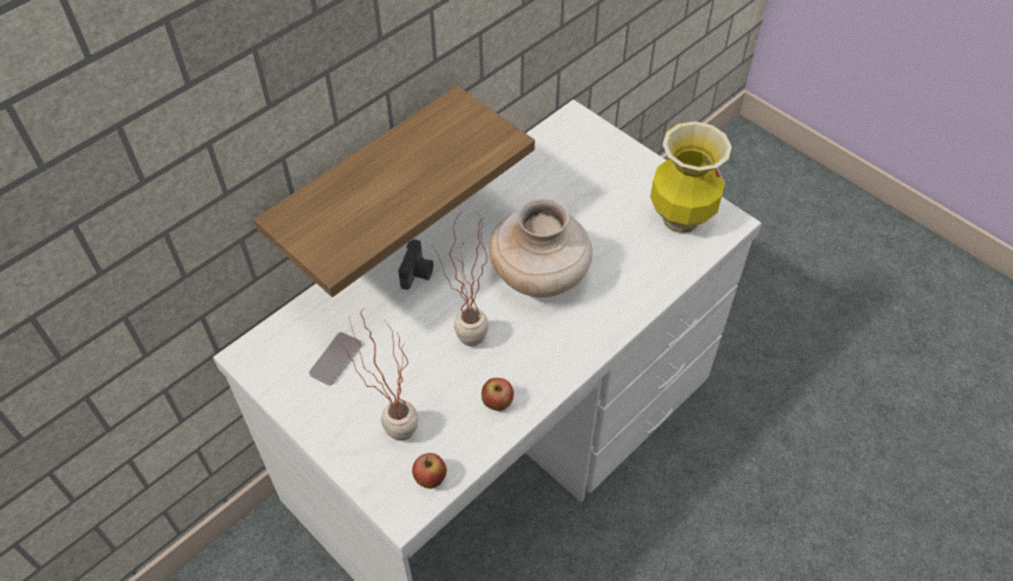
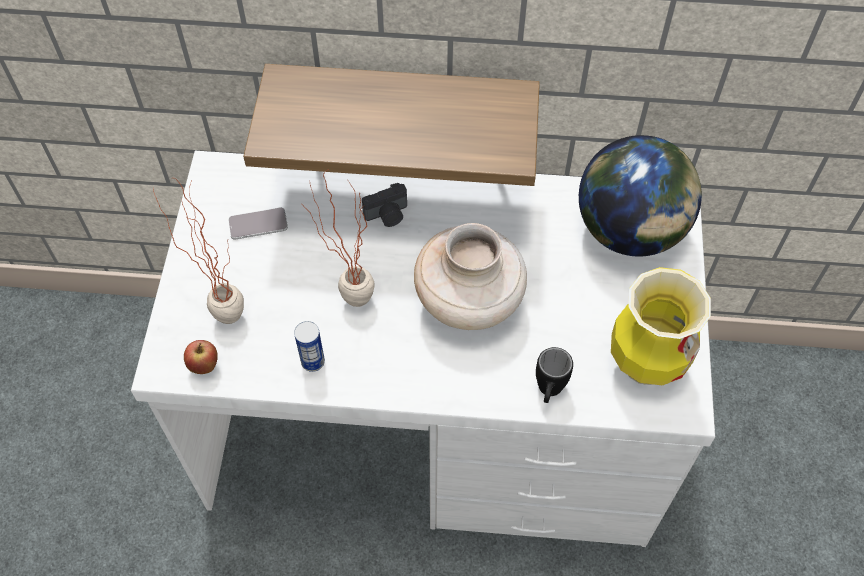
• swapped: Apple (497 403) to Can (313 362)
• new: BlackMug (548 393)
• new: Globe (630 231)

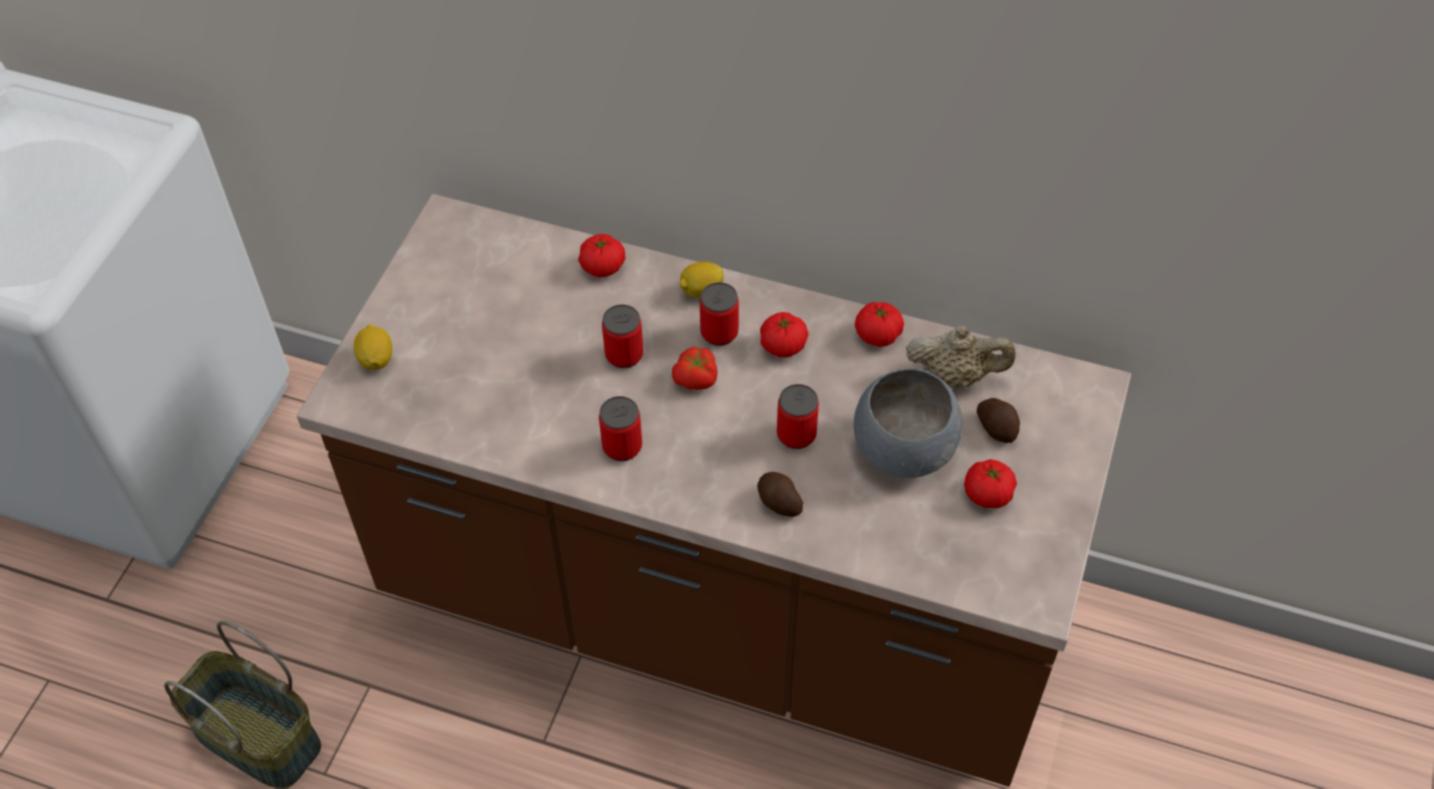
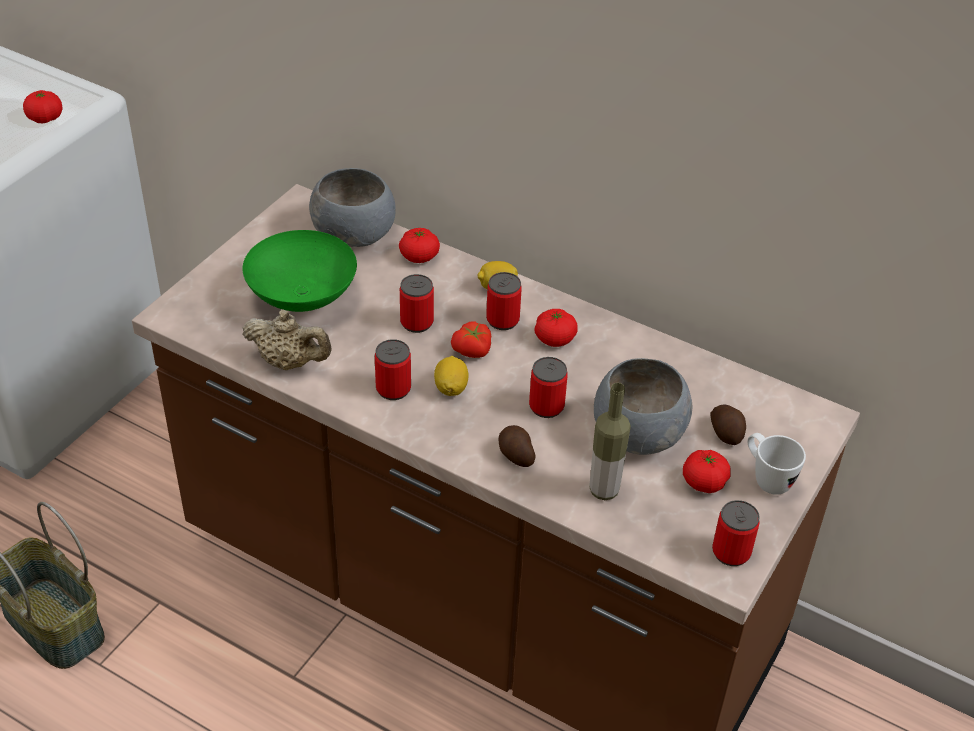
• shifted: Lemon (376 359) to (451 388)
• shifted: Tomato (878 335) to (45 118)
• shifted: BeigeTeapot (956 376) to (289 362)
• new: GreenBowl (300 297)
• new: GreyBowl (355 235)
• new: Bottle (604 490)
• new: Can (731 552)
• new: WhiteMug (766 479)

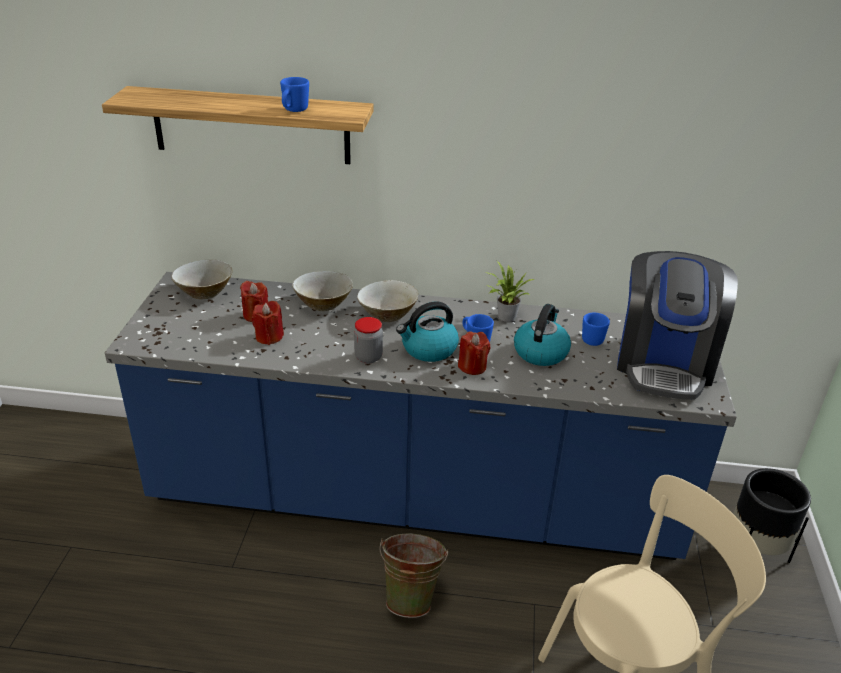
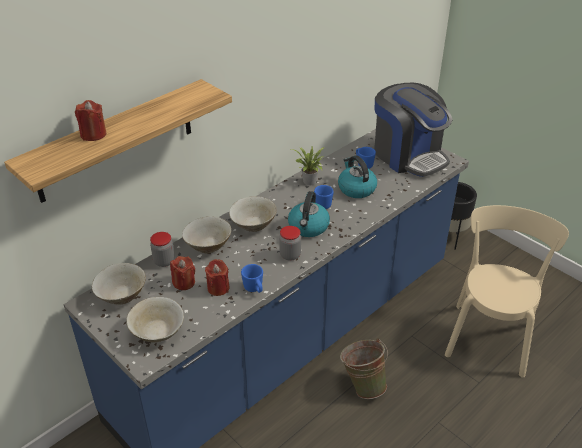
• shifted: BlueMug (293 111) to (254 289)
• shifted: RedCandle (472 366) to (93 134)
• new: BeigeBowl (157 332)
• new: Jar (164 261)

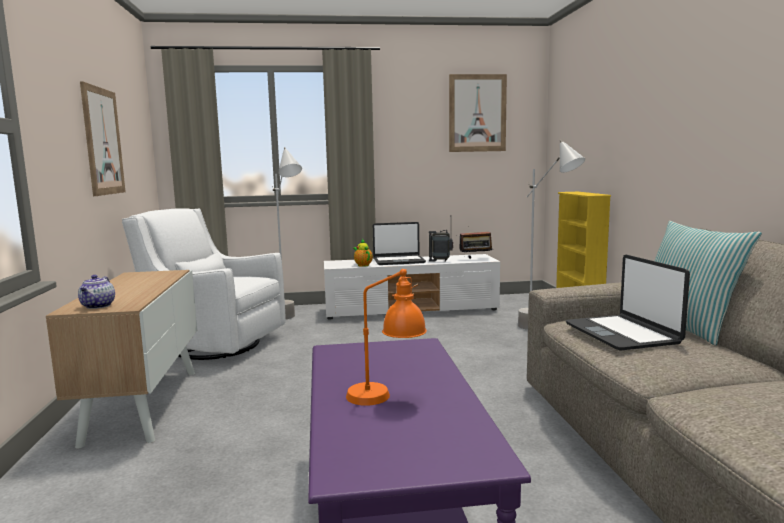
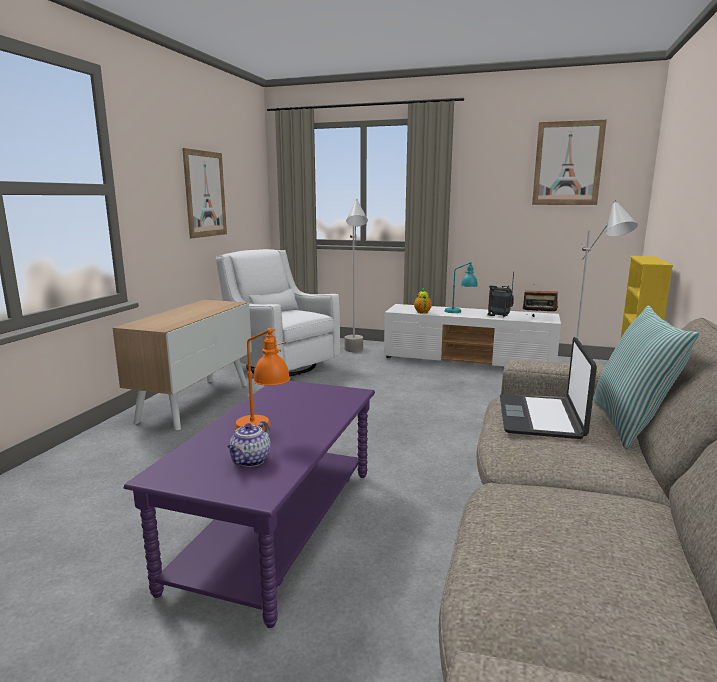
• shifted: Teapot (98 306) to (250 461)
• swapped: Laptop (399 261) to TurquoiseTableLamp (460 311)

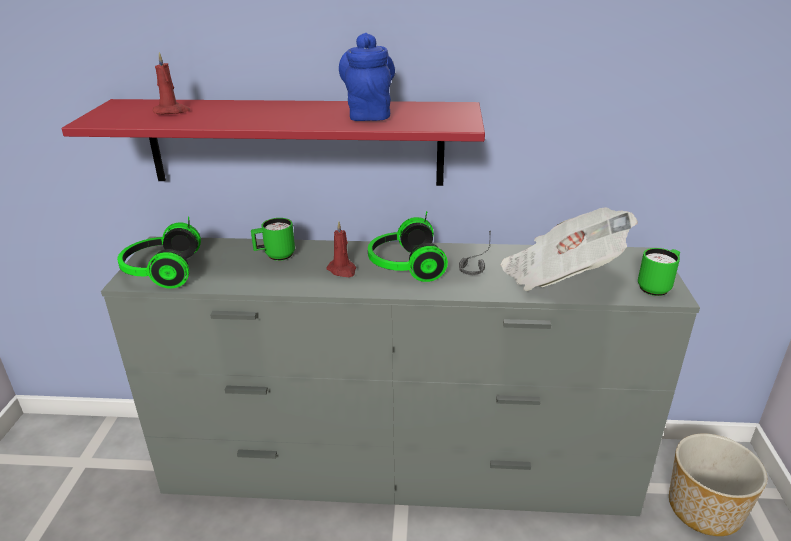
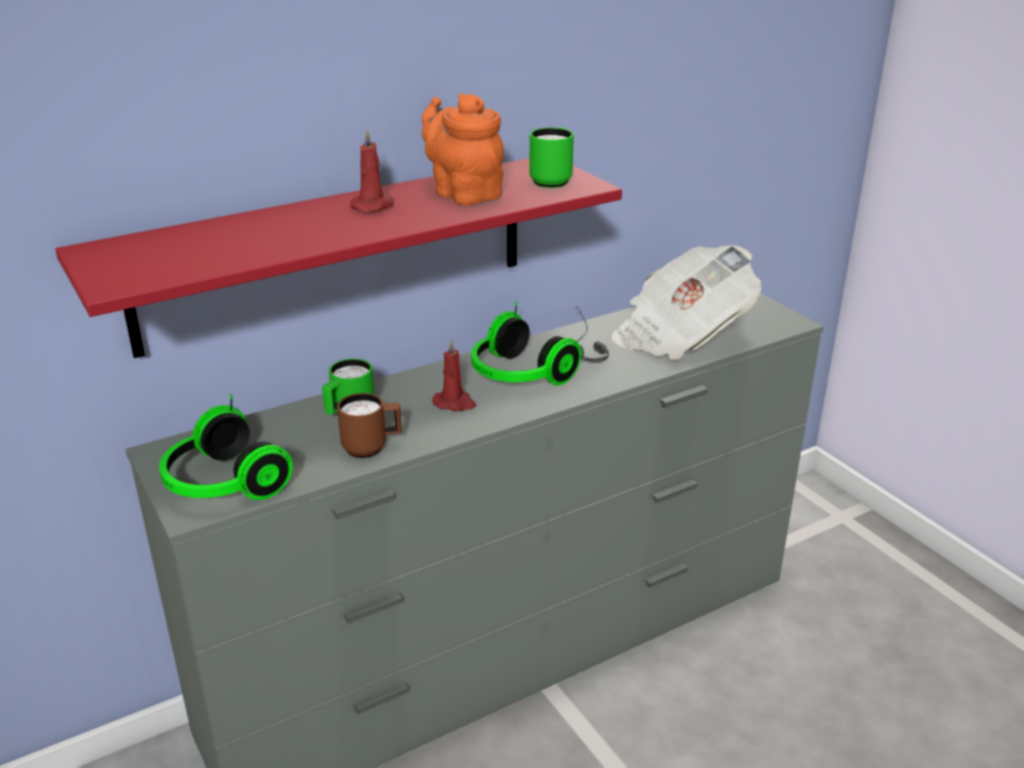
• shifted: RedCandle (172 111) to (374 206)
• repainted: BlueTeapot (369 113) to OrangeTeapot (464 193)
• shifted: GreenMug (657 287) to (552 180)
• gone: Planter (705 509)
• new: BrownMug (372 448)

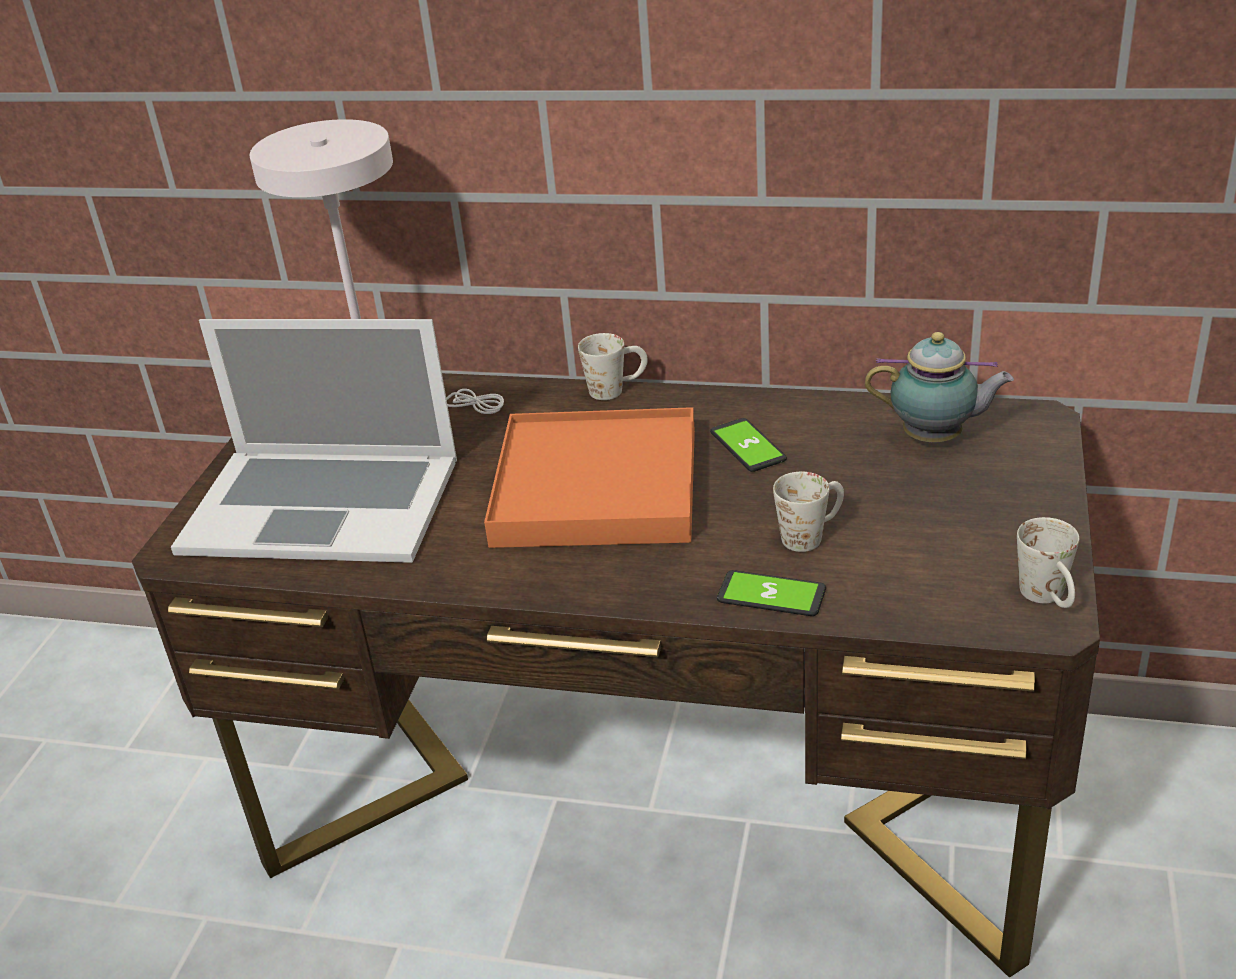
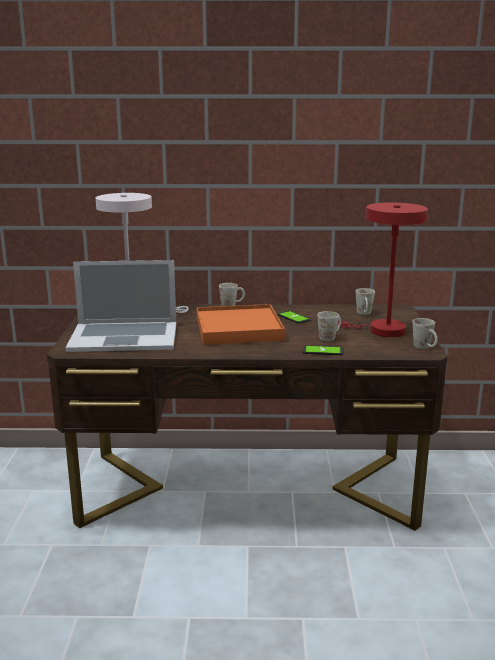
• swapped: Teapot (936 439) to WhiteMug (364 314)
• new: RedTableLamp (380 330)

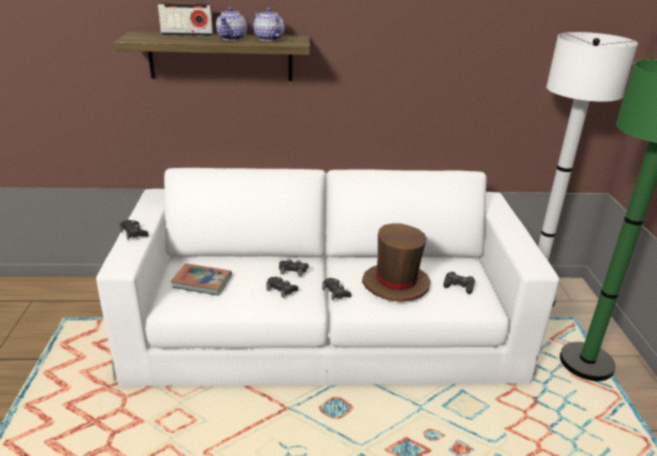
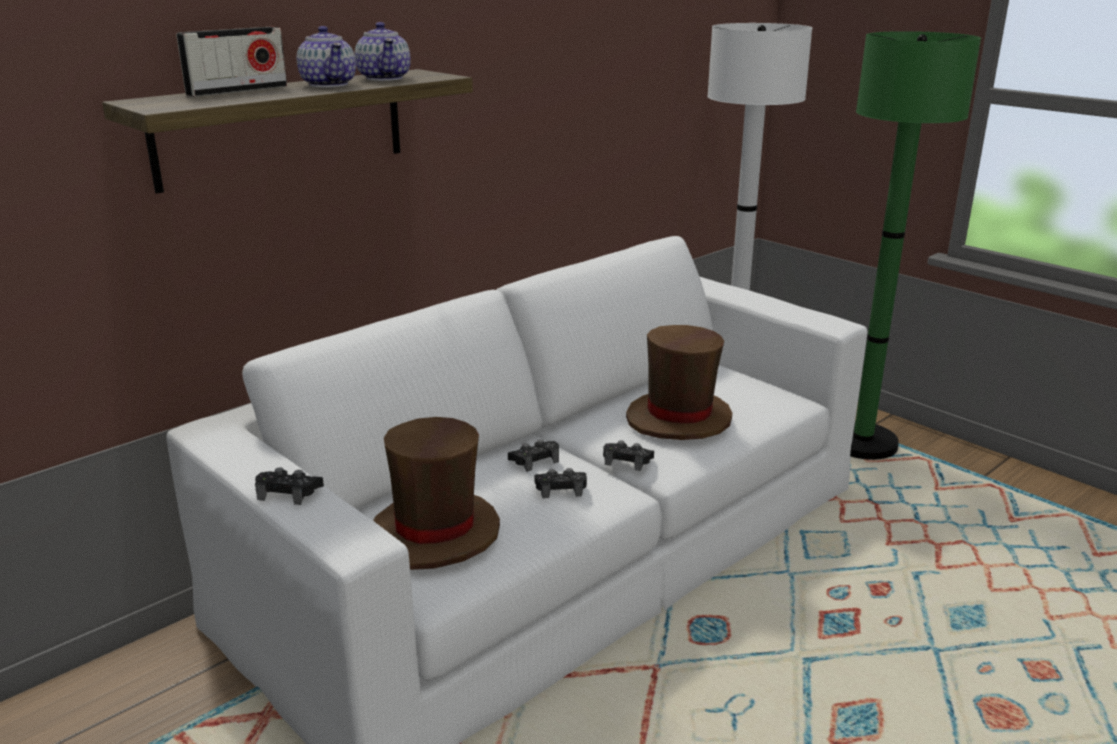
• swapped: Book (202 282) to BrownHat (435 533)
• rotated: Teapot (268 39) = (384 78) 120 degrees counterclockwise
• gone: BlackGameController (458 286)

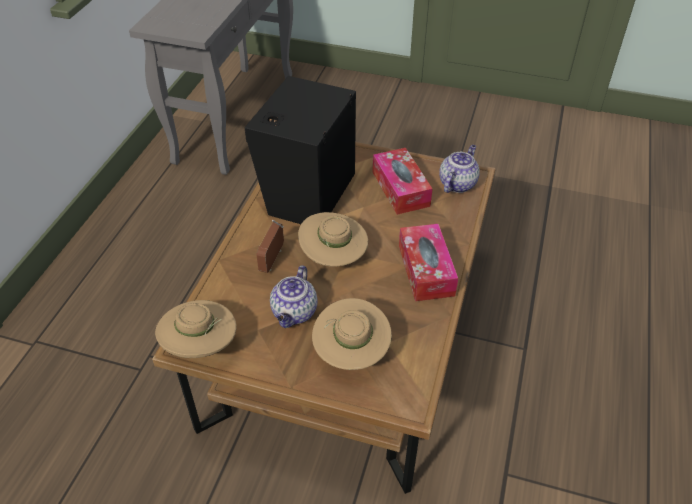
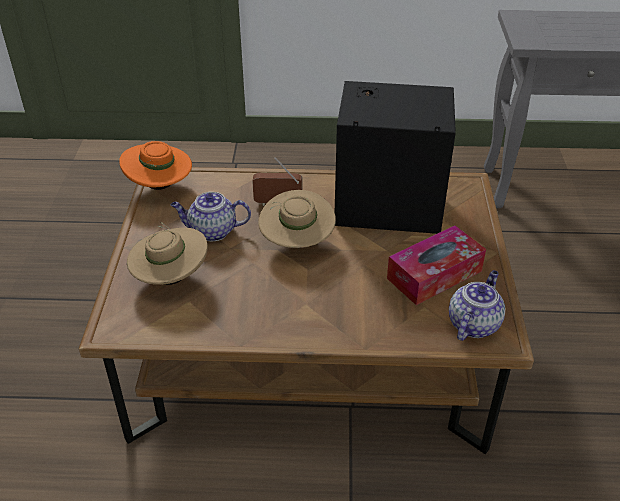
• repainted: BeigeHat (201 346) to OrangeHat (160 186)
• gone: TissueBox (426 270)
• rotated: Teapot (457 183) = (473 324) 75 degrees counterclockwise

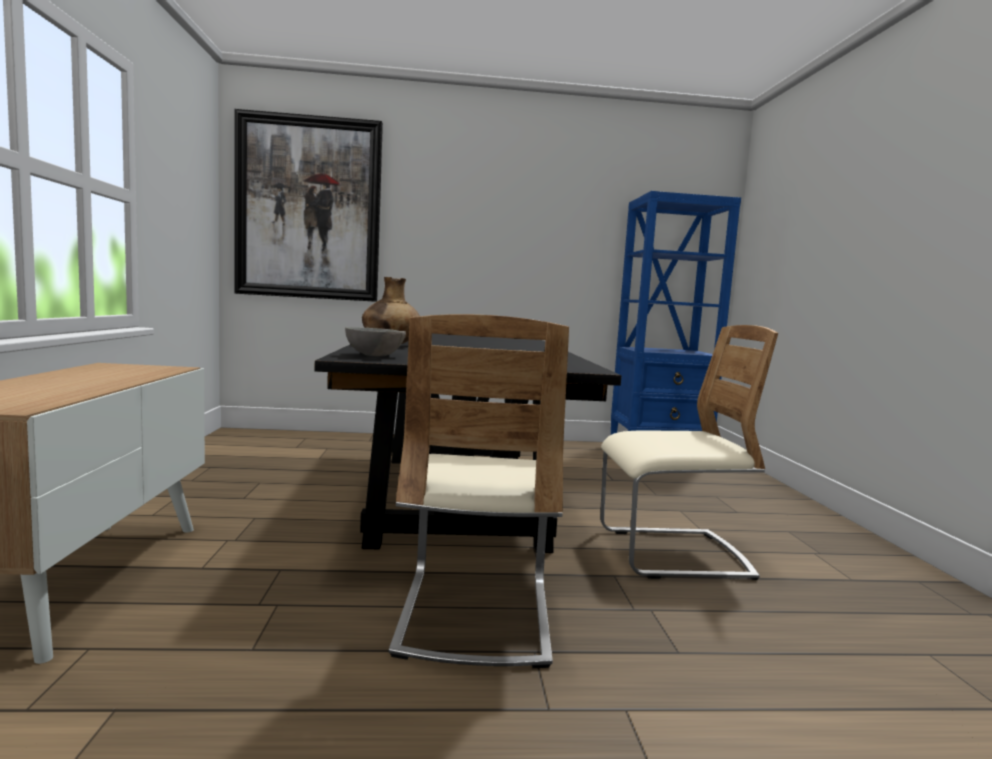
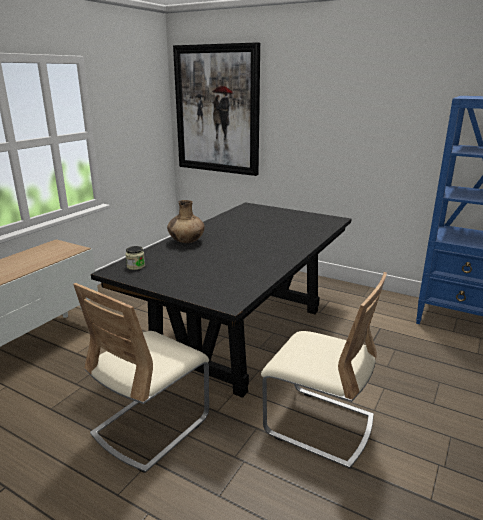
• swapped: GreyBowl (374 356) to Jar (136 266)

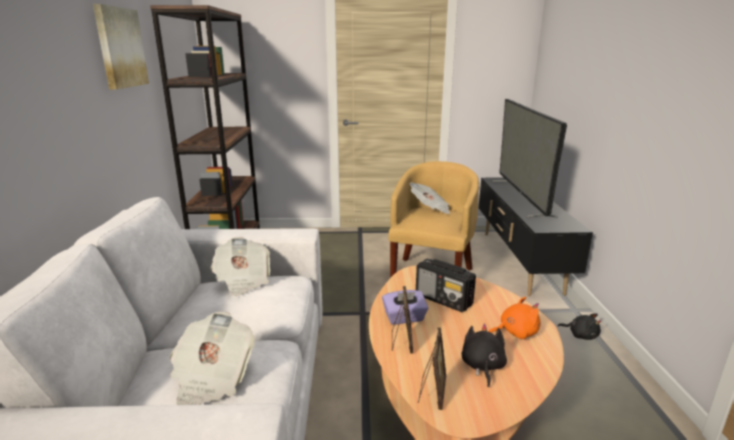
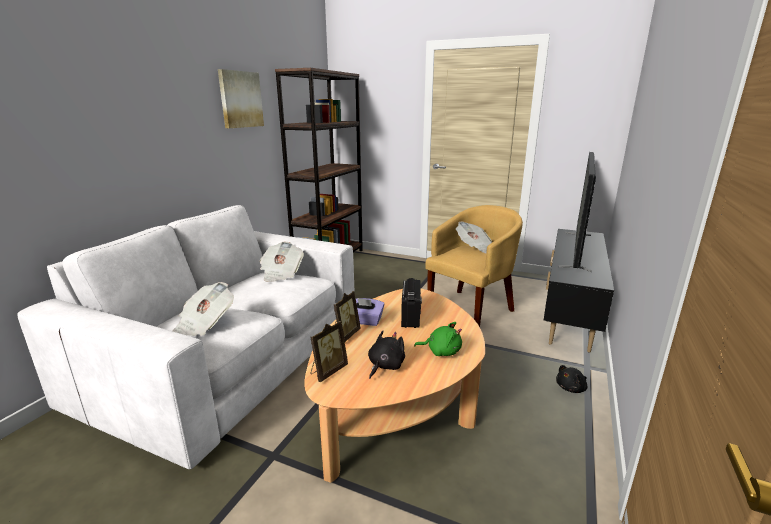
• rotated: Radio (444 300) = (411 316) 150 degrees counterclockwise
• repainted: OrangePlushToy (515 332) to GreenPlushToy (441 351)
• rotated: BlackPlushToy (581 335) = (571 388) 90 degrees clockwise

